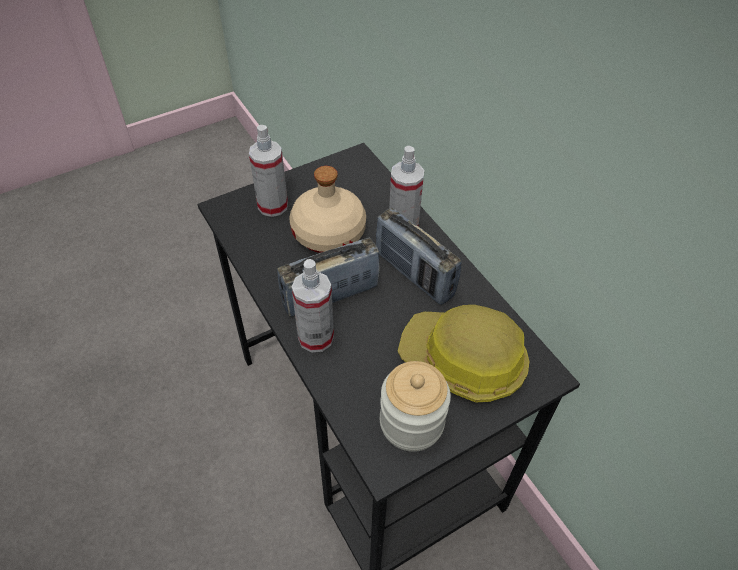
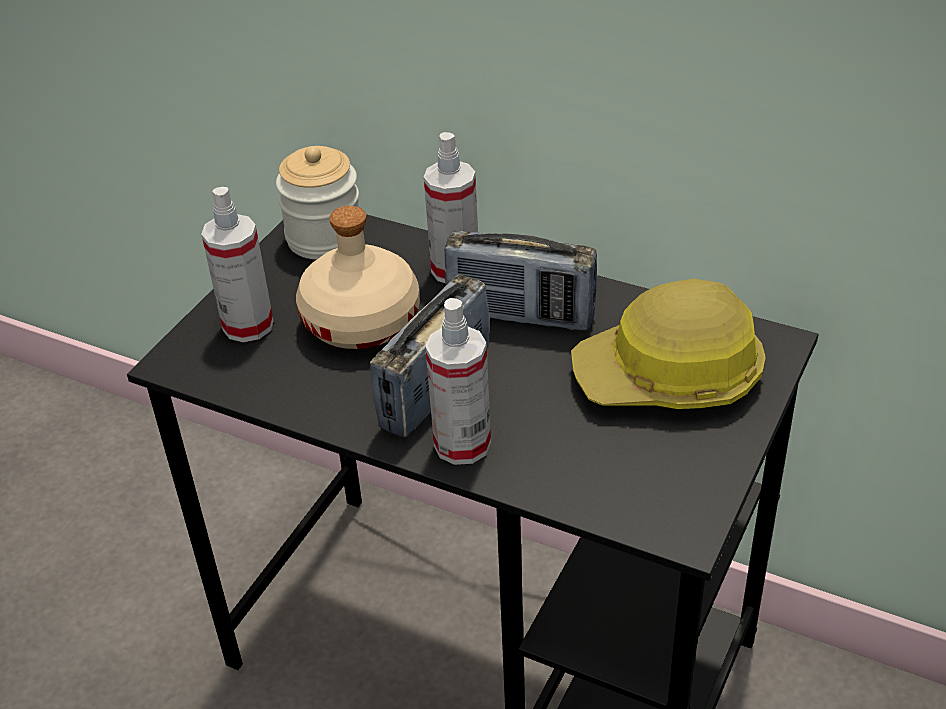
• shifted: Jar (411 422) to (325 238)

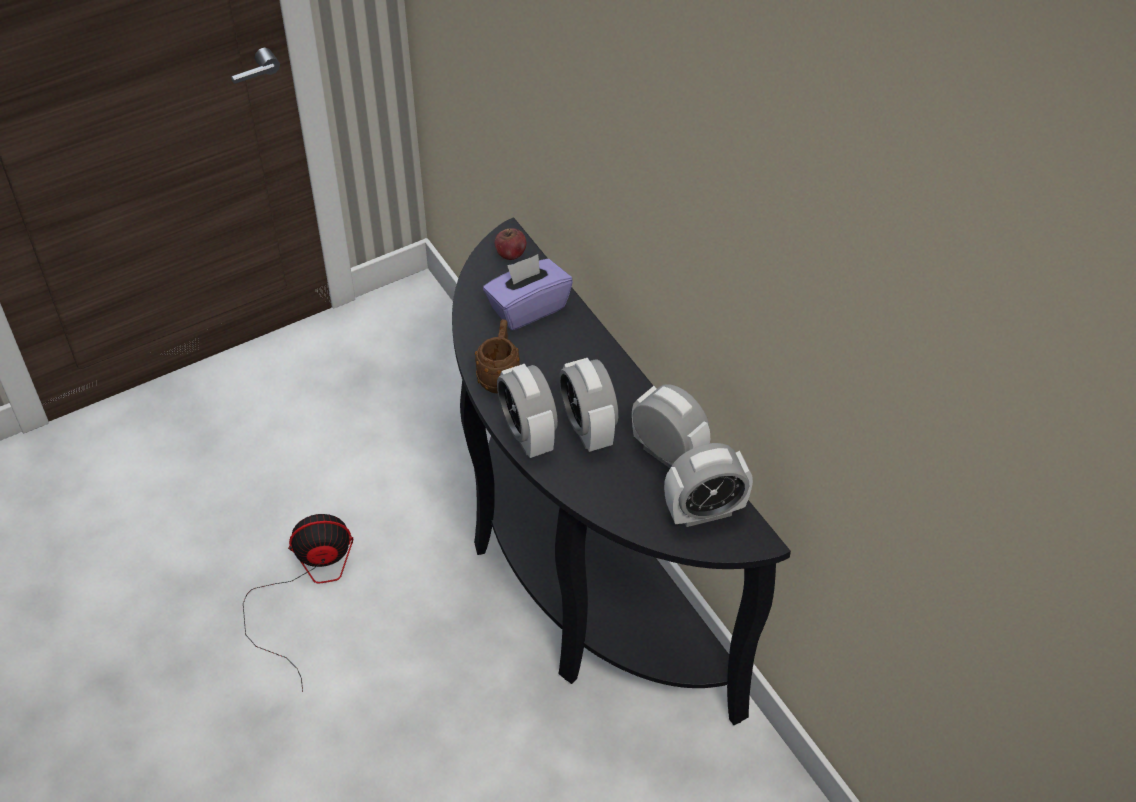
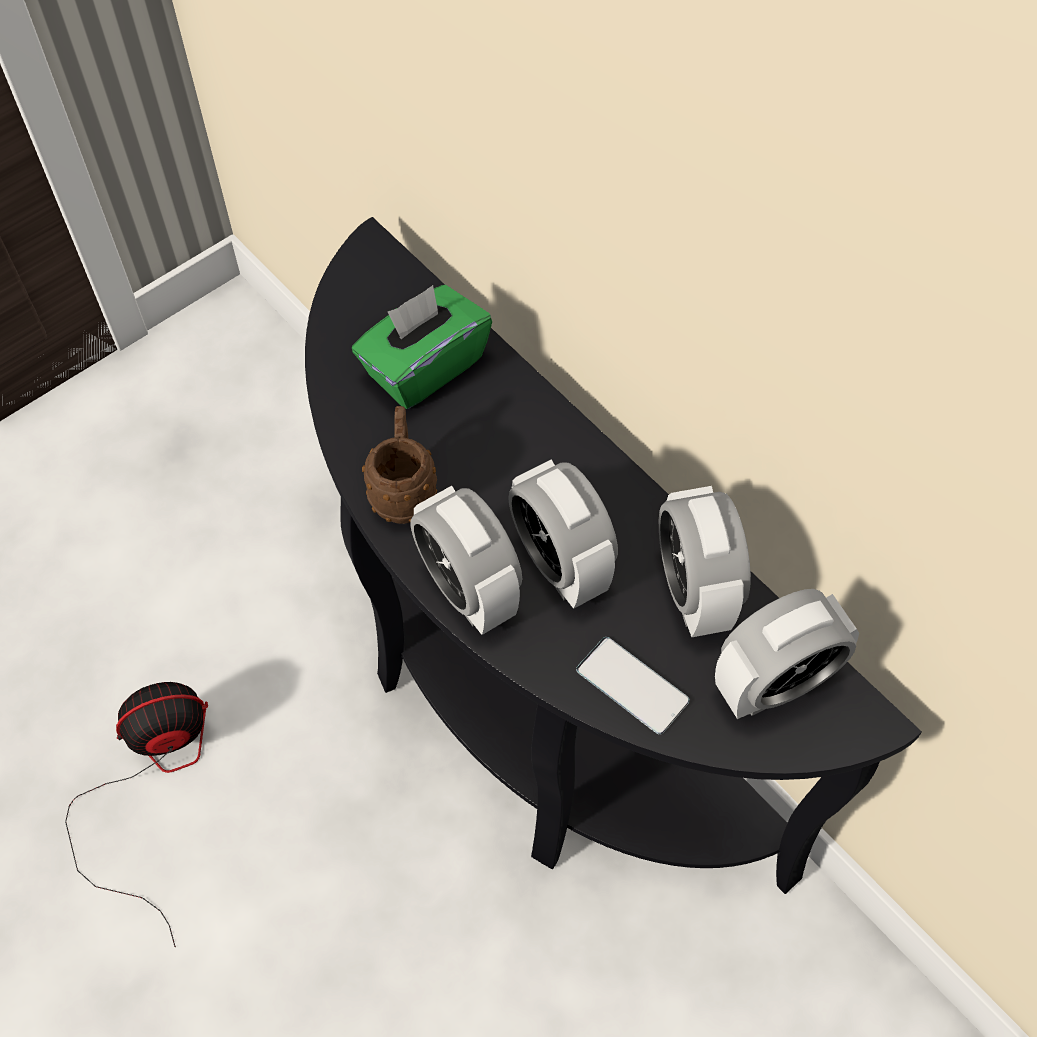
• repainted: PurpleTissueBox (527 308) to GreenTissueBox (424 367)
• gone: Apple (510 254)
• rotated: AlarmClock (668 455) = (694 591) 135 degrees counterclockwise
• new: Phone (632 685)

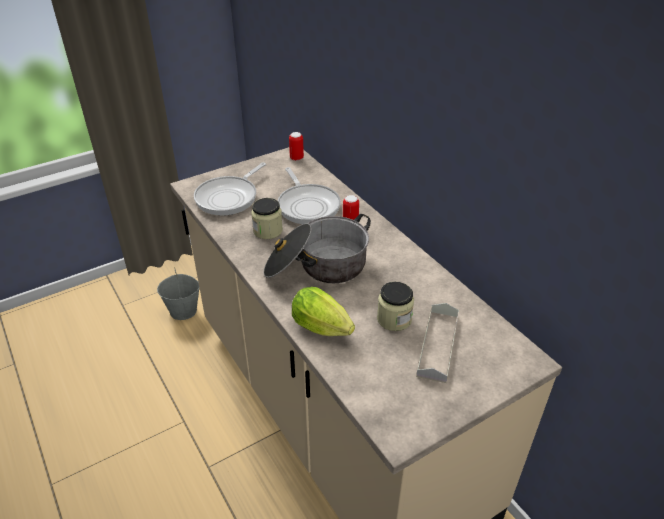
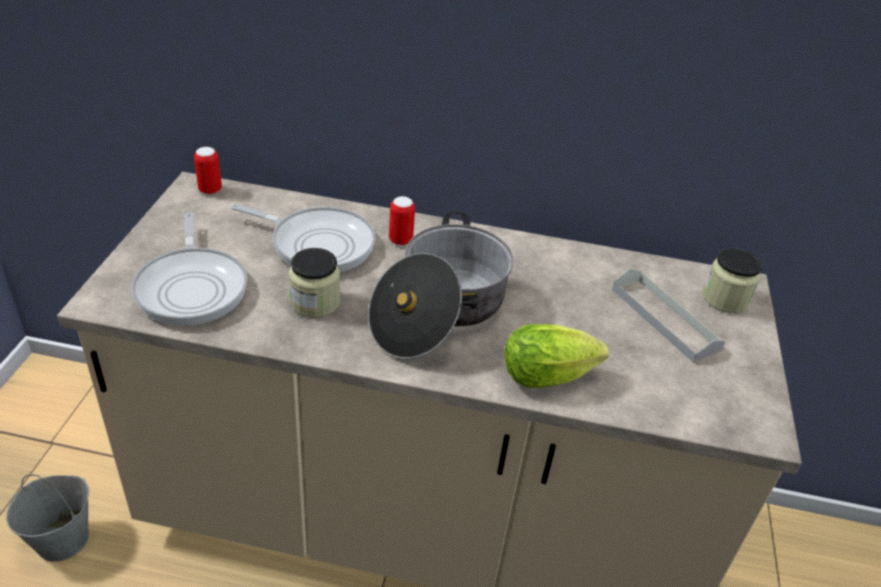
• shifted: Jar (394 319) to (725 299)

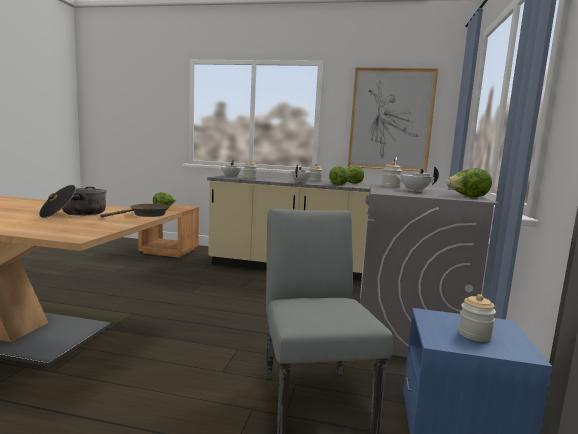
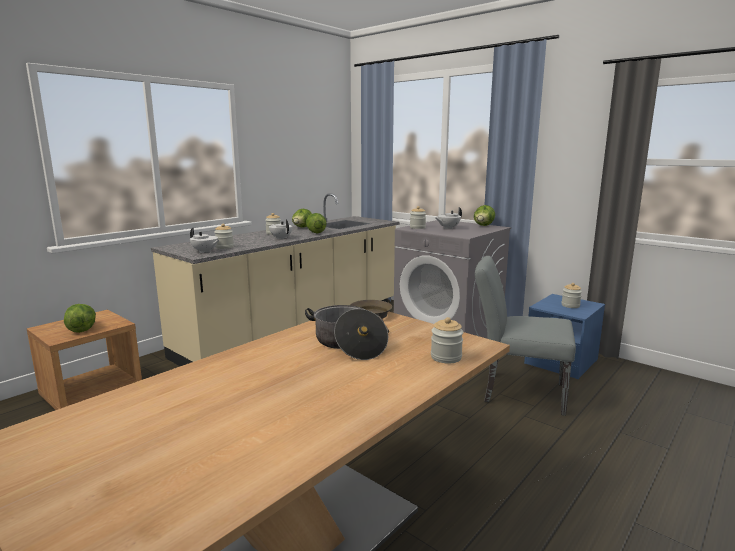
• gone: Picture (391 120)
• new: Jar (446 357)

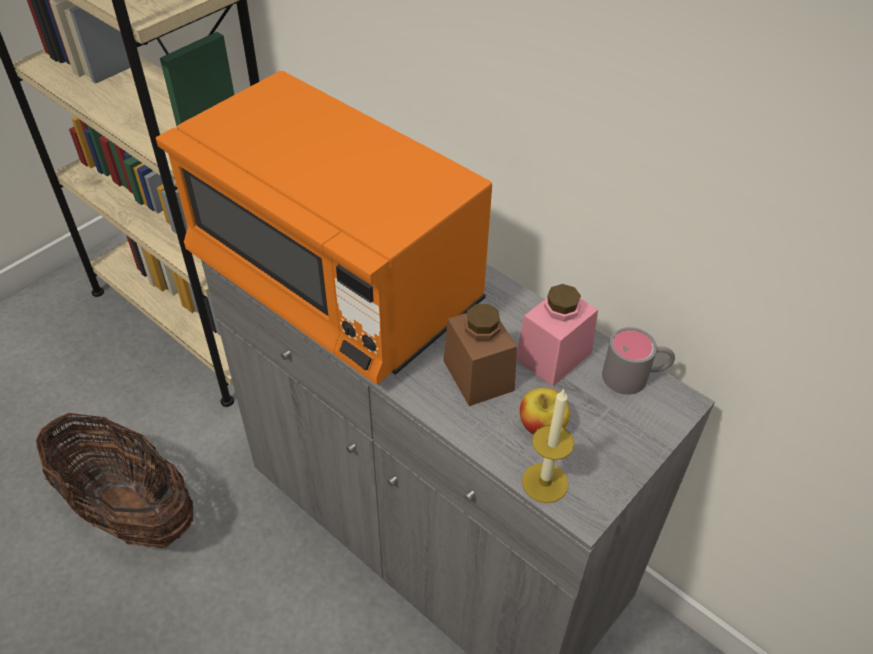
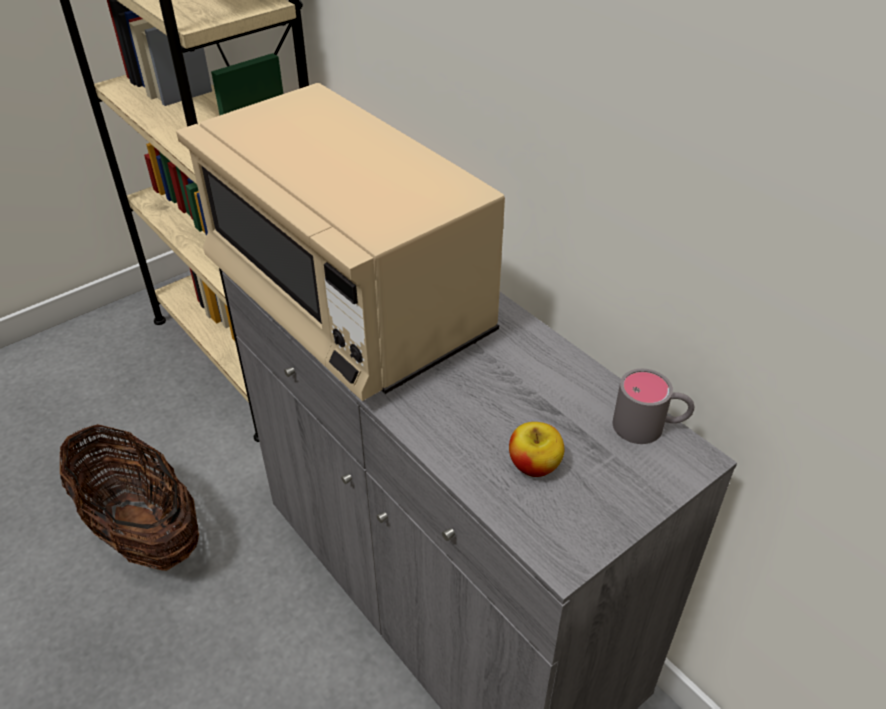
• repainted: OrangeMicrowave (334 283) to BeigeMicrowave (347 302)
• gone: BrownJar (478 375)
• gone: PinkJar (553 356)
• gone: Candle (545 482)

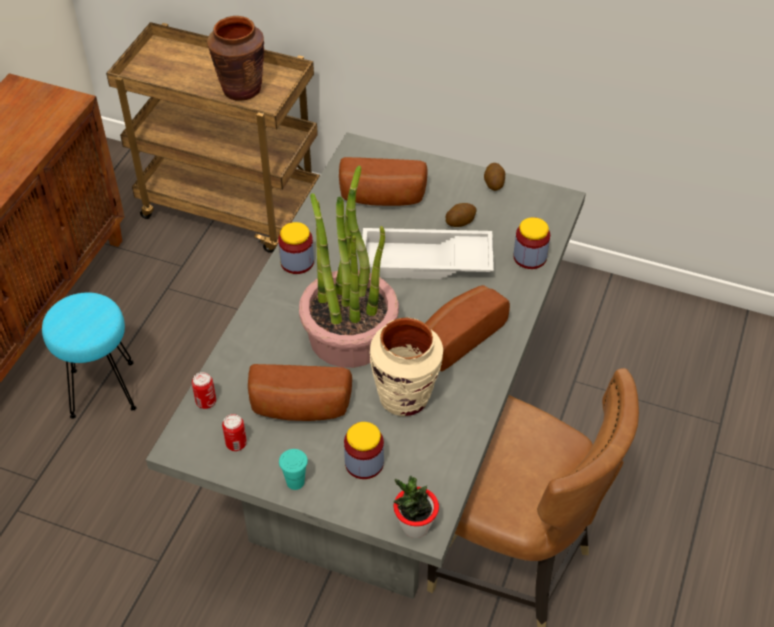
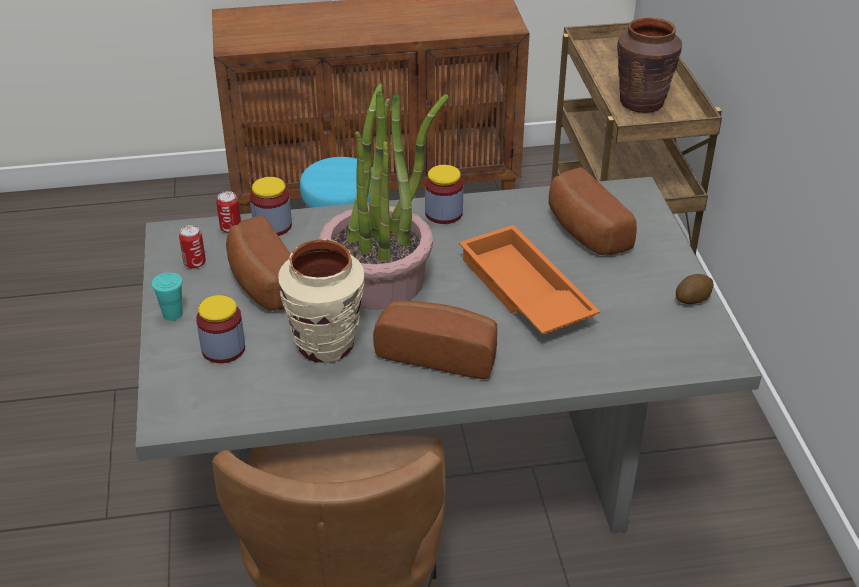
• repainted: WhiteTray (425 262) to OrangeTray (522 292)
• gone: PottedPlant (415 526)
• gone: Potato (460 221)
• shifted: Jar (530 257) to (272 226)

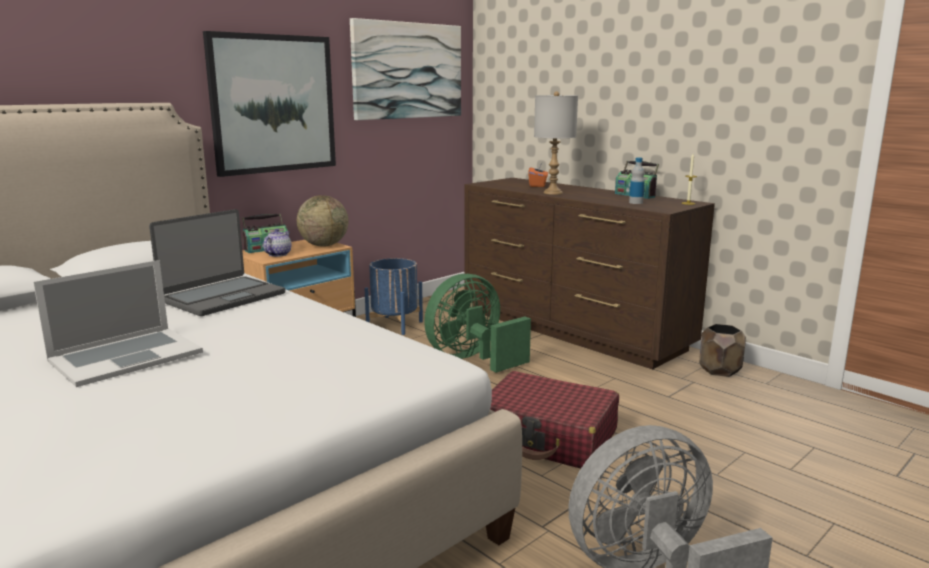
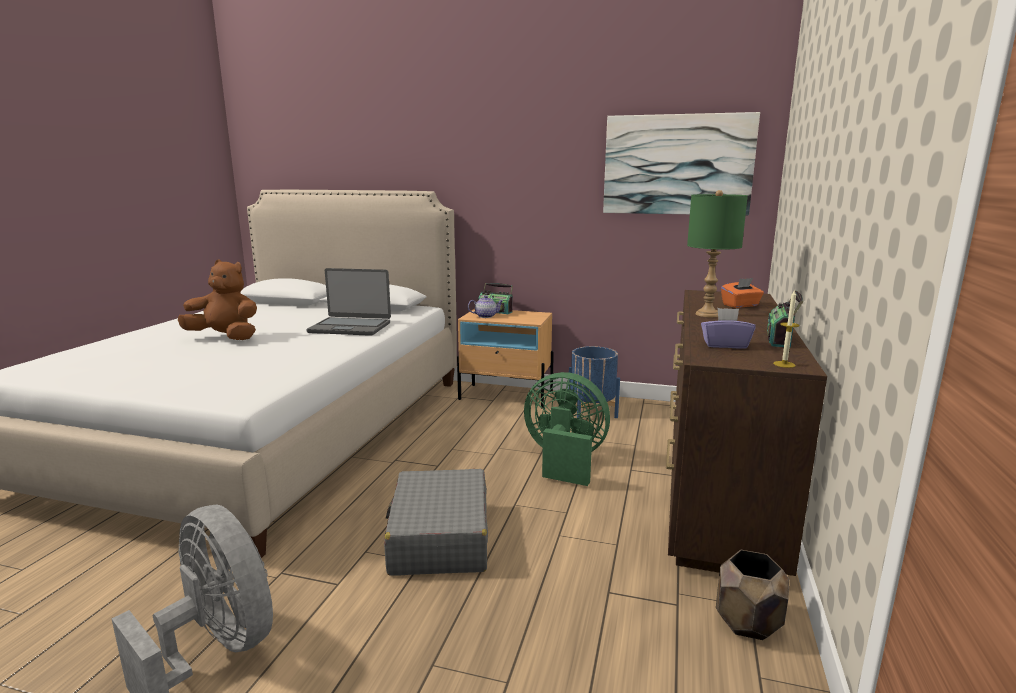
• swapped: Laptop (125 356) to BrownPlushToy (225 337)
• gone: Picture (273 104)
• gone: Globe (324 245)
• repainted: RedSuitcase (548 437) to GreySuitcase (439 537)
• repainted: GreyTableLamp (553 193) to GreenTableLamp (707 314)
• swapped: Bottle (635 202) to PurpleTissueBox (725 345)

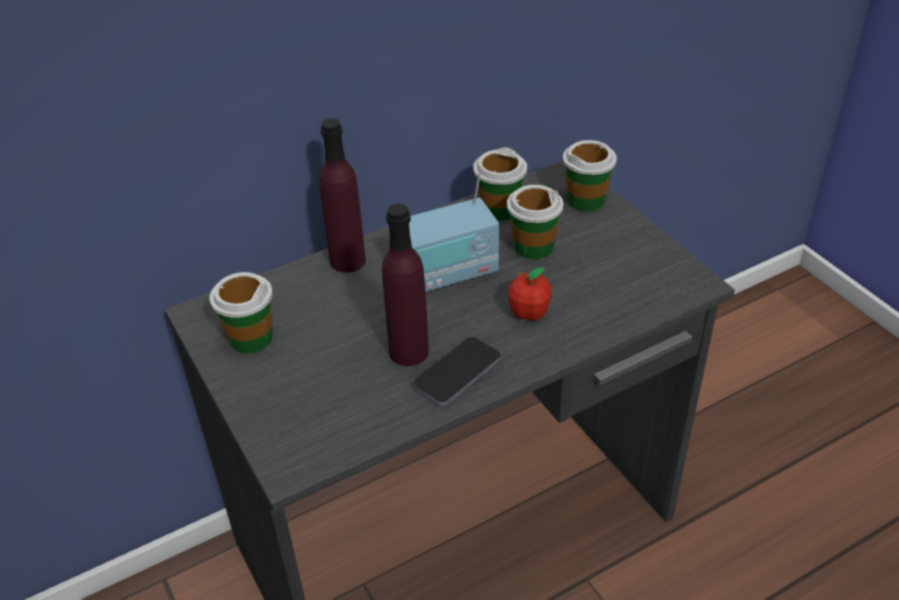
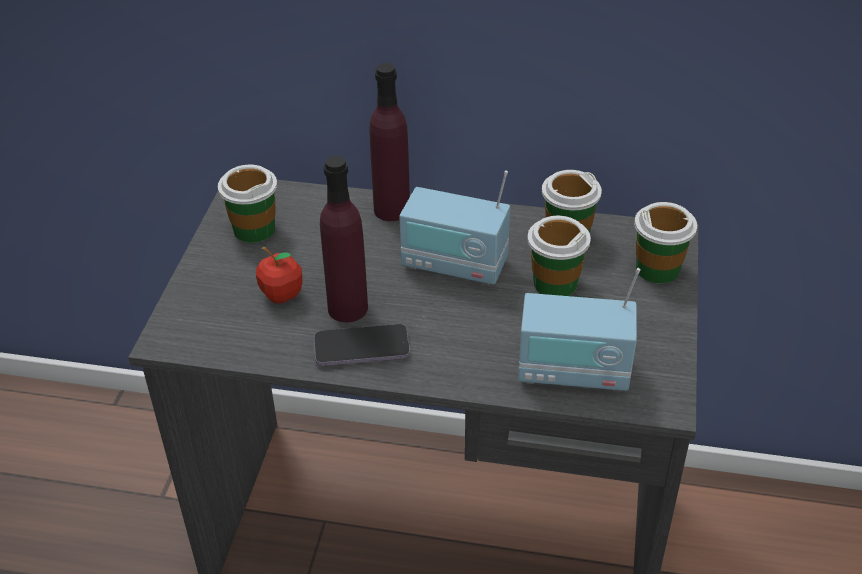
• shifted: Apple (529 313) to (282 295)
• new: Radio (573 372)

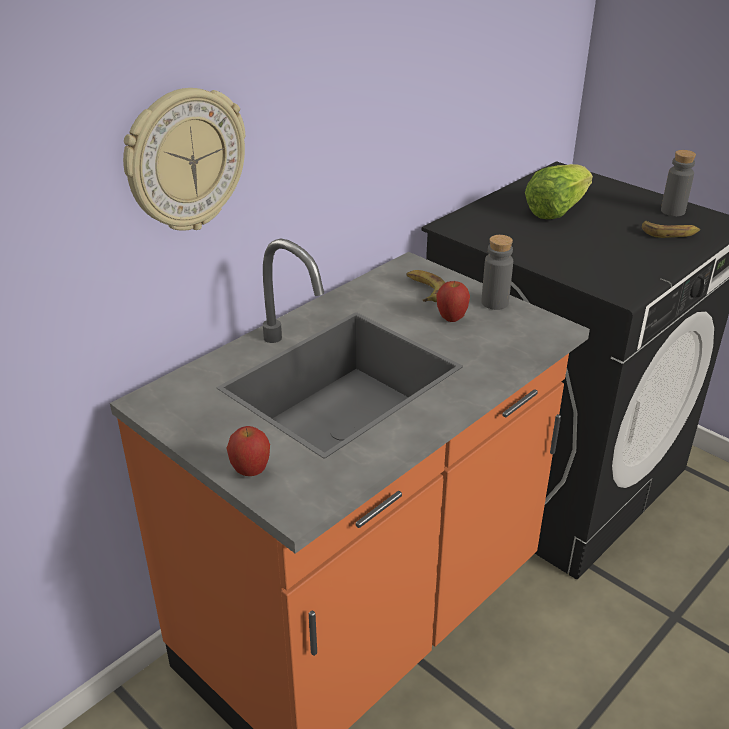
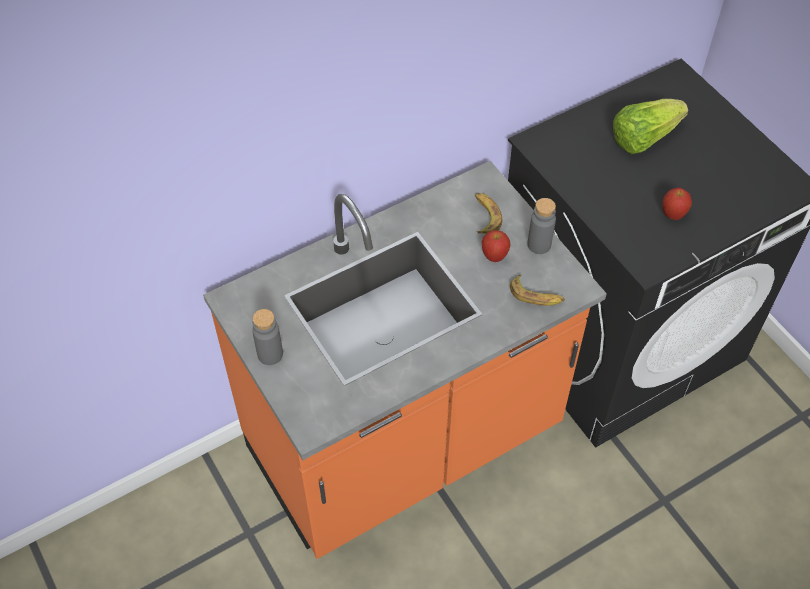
• gone: WallClock (185 160)
• shifted: Apple (250 471) to (673 215)
• shifted: Banana (670 233) to (536 296)
• shifted: GreyBottle (672 211) to (270 354)

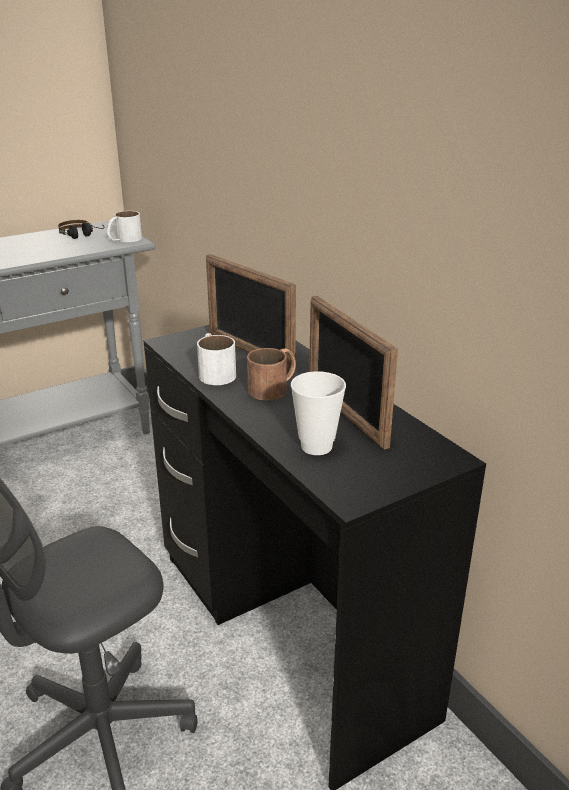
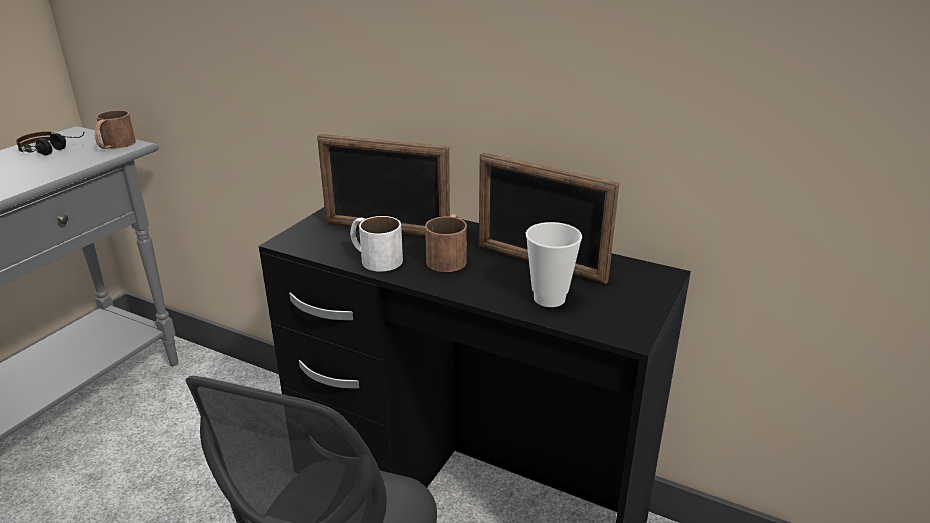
• repainted: WhiteMug (124 239) to BrownMug (114 145)

